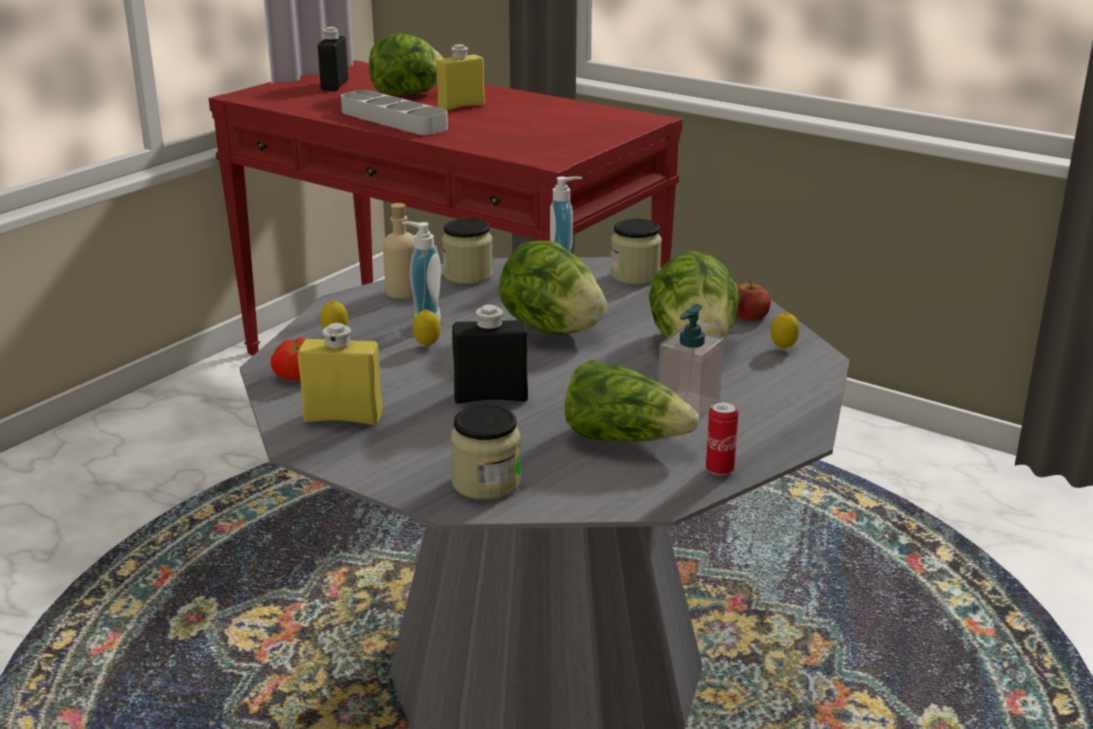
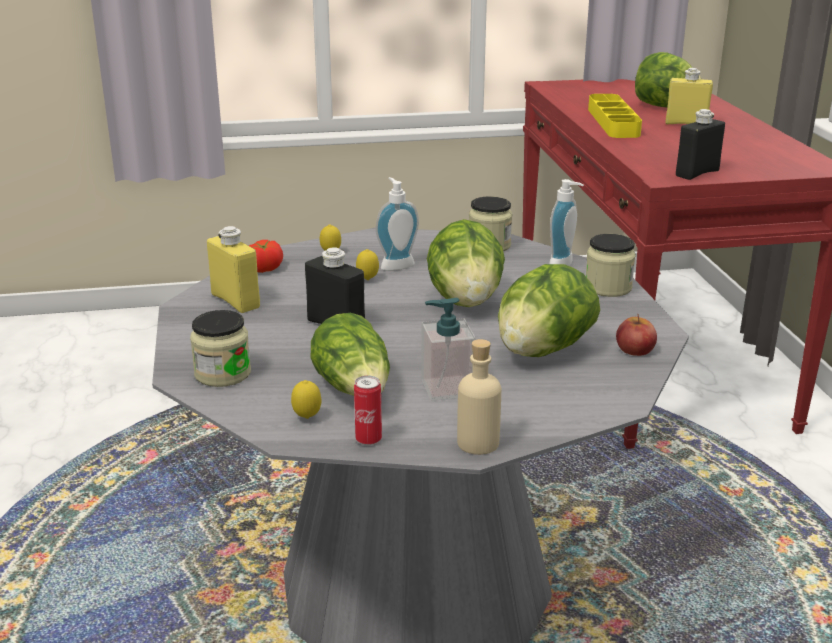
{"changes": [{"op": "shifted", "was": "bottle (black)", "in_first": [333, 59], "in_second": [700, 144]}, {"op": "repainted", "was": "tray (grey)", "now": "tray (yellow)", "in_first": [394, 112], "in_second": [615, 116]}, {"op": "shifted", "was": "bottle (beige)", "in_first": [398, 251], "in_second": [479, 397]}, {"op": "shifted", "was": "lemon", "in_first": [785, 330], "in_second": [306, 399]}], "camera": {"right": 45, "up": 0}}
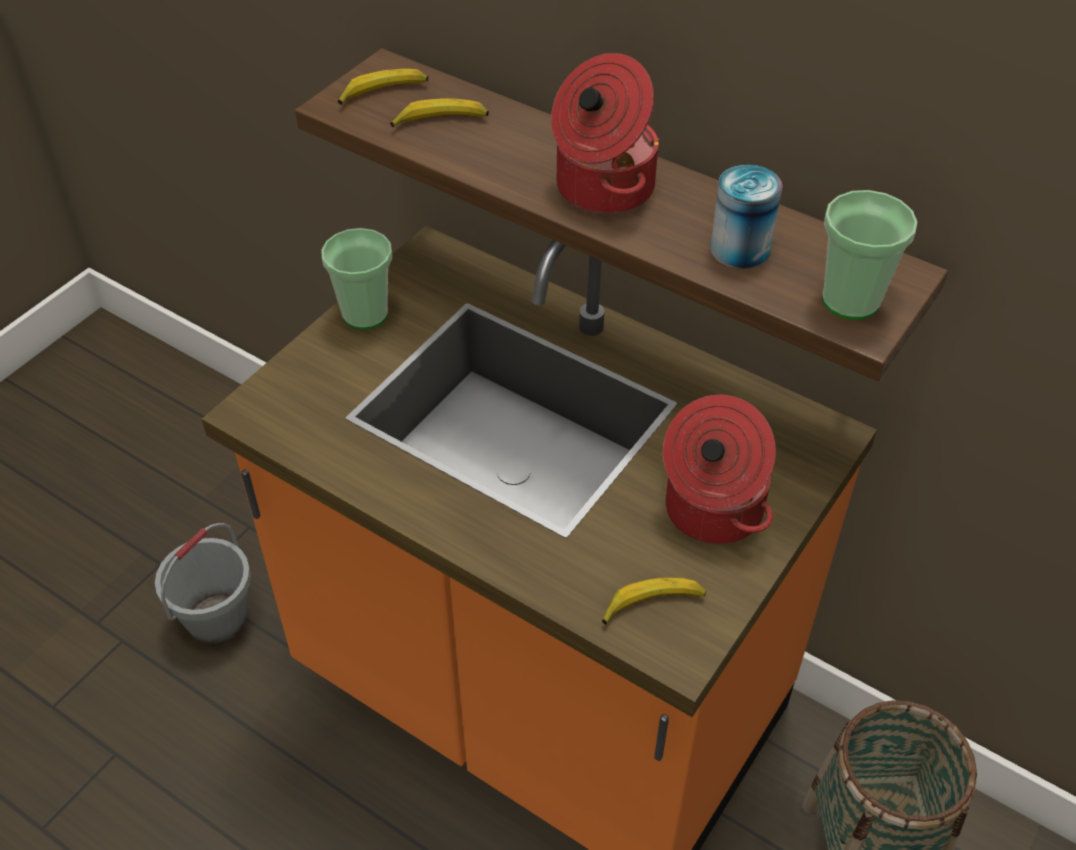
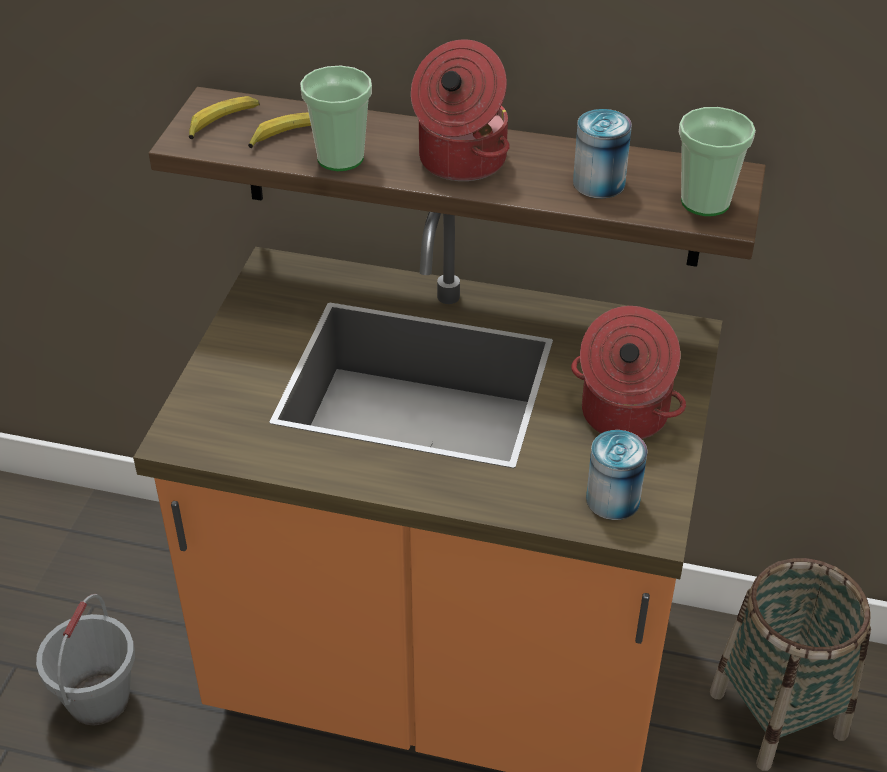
{"changes": [{"op": "shifted", "was": "cup", "in_first": [356, 279], "in_second": [336, 118]}, {"op": "swapped", "was": "banana", "now": "can", "in_first": [654, 601], "in_second": [617, 475]}], "camera": {"right": -20, "up": -5}}
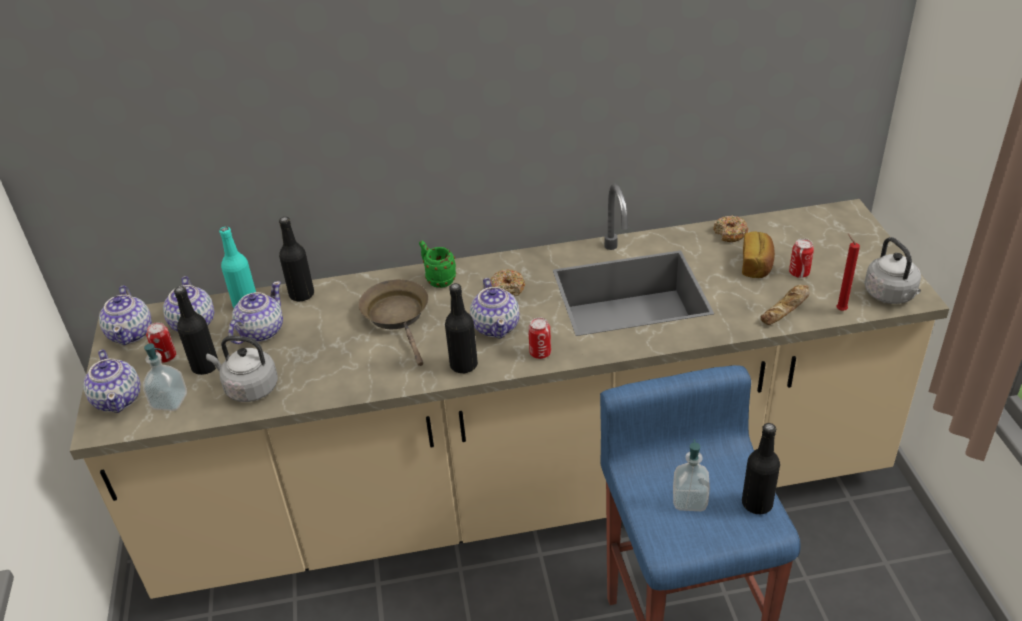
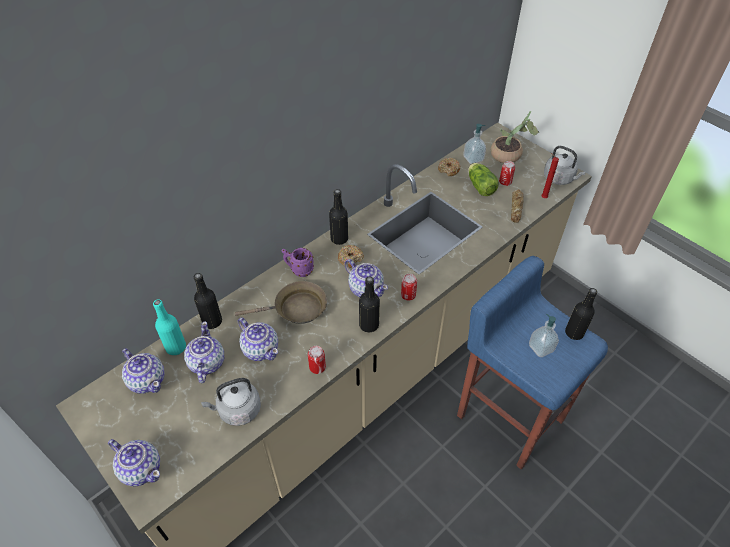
{"changes": [{"op": "shifted", "was": "teapot", "in_first": [125, 315], "in_second": [258, 339]}, {"op": "shifted", "was": "soap dispenser", "in_first": [165, 377], "in_second": [475, 144]}, {"op": "shifted", "was": "can", "in_first": [161, 342], "in_second": [317, 360]}, {"op": "shifted", "was": "bottle (black)", "in_first": [196, 330], "in_second": [338, 217]}, {"op": "rotated", "was": "frying pan (brown)", "in_first": [394, 322], "in_second": [281, 302], "clockwise": 135}, {"op": "repainted", "was": "mug (green)", "now": "mug (purple)", "in_first": [437, 264], "in_second": [298, 262]}, {"op": "swapped", "was": "bread", "now": "lettuce", "in_first": [758, 254], "in_second": [483, 179]}, {"op": "new", "now": "potted plant", "in_second": [515, 137]}], "camera": {"right": -35, "up": 10}}
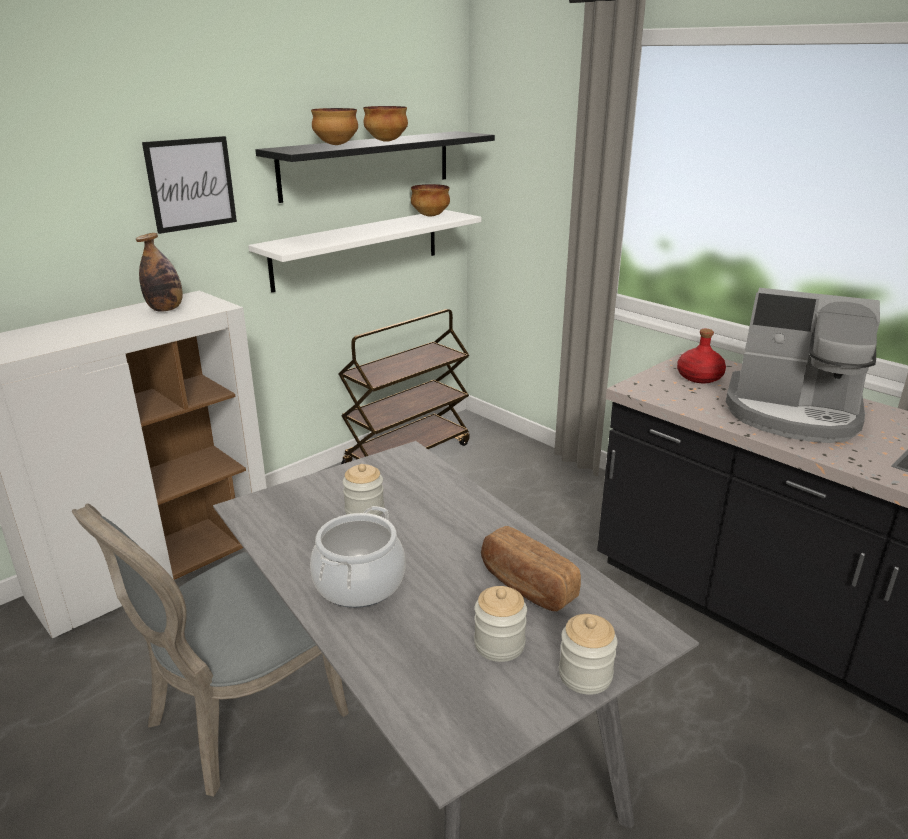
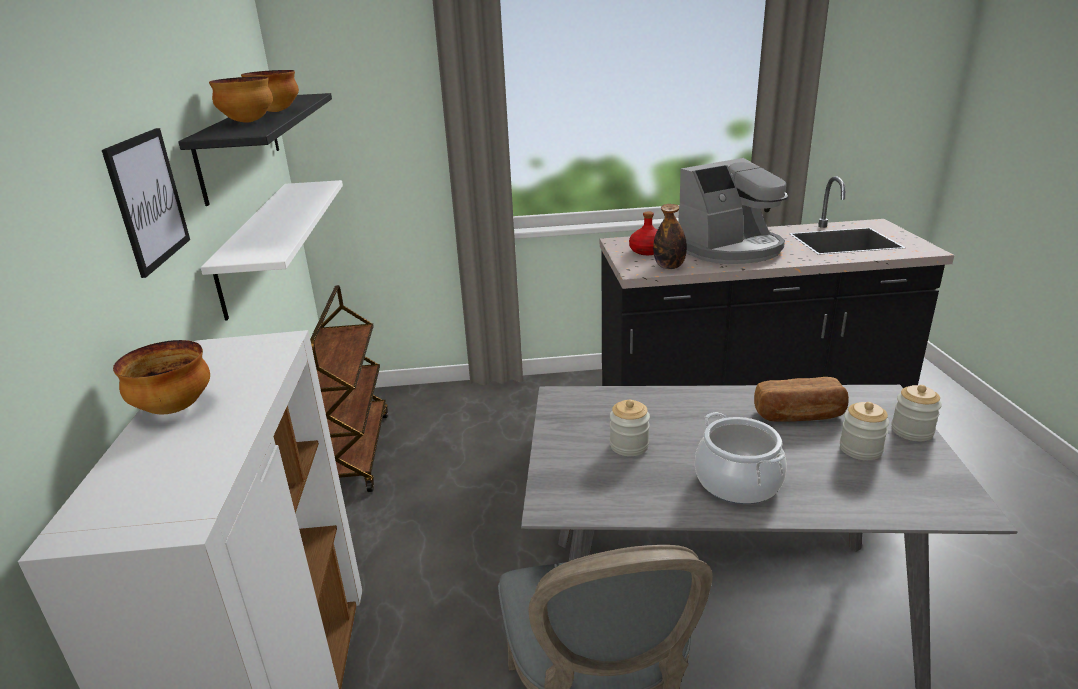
{"changes": [{"op": "shifted", "was": "bottle", "in_first": [159, 272], "in_second": [670, 236]}, {"op": "shifted", "was": "bowl", "in_first": [430, 200], "in_second": [161, 377]}], "camera": {"right": -50, "up": 0}}
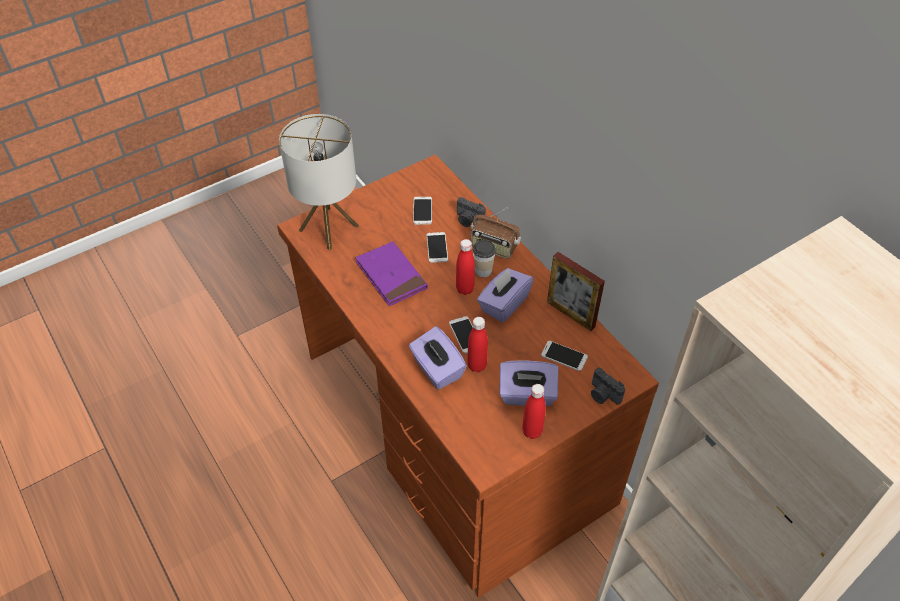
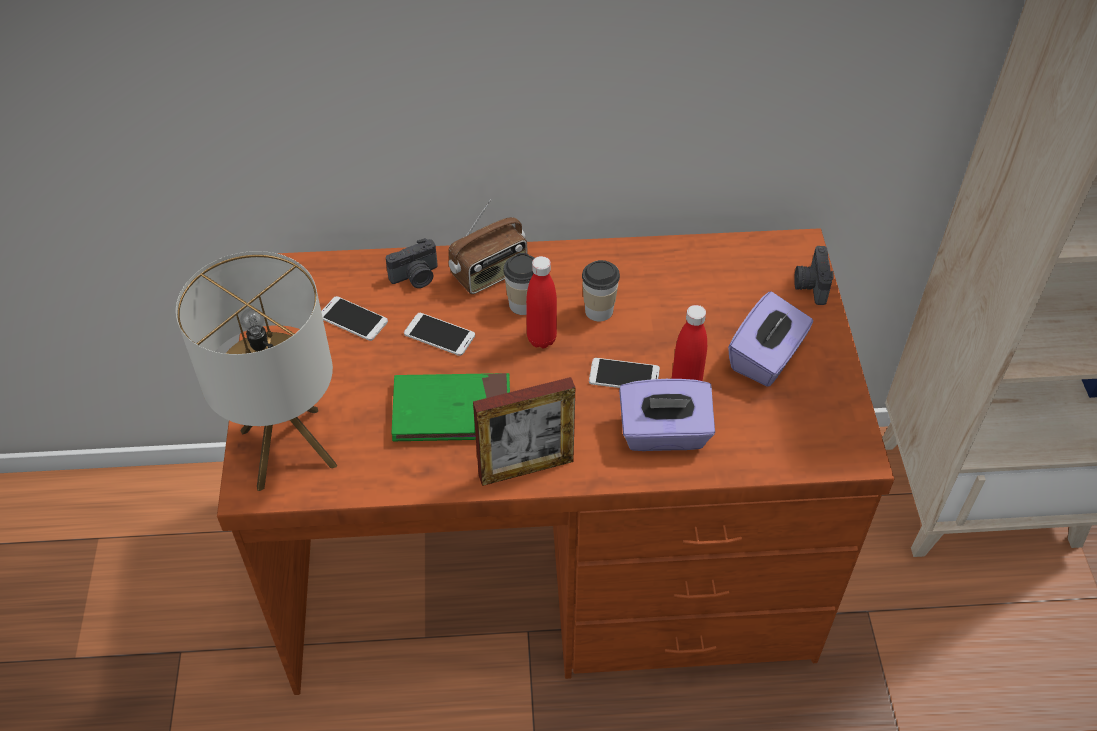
{"changes": [{"op": "repainted", "was": "book (purple)", "now": "book (green)", "in_first": [392, 274], "in_second": [451, 407]}, {"op": "swapped", "was": "tissue box (purple)", "now": "cup", "in_first": [505, 295], "in_second": [601, 290]}, {"op": "gone", "was": "bottle (red)", "in_first": [534, 411]}, {"op": "gone", "was": "phone", "in_first": [564, 356]}, {"op": "shifted", "was": "picture frame", "in_first": [576, 291], "in_second": [524, 431]}, {"op": "rotated", "was": "photo camera", "in_first": [608, 386], "in_second": [814, 275], "clockwise": 105}], "camera": {"right": -60, "up": 0}}
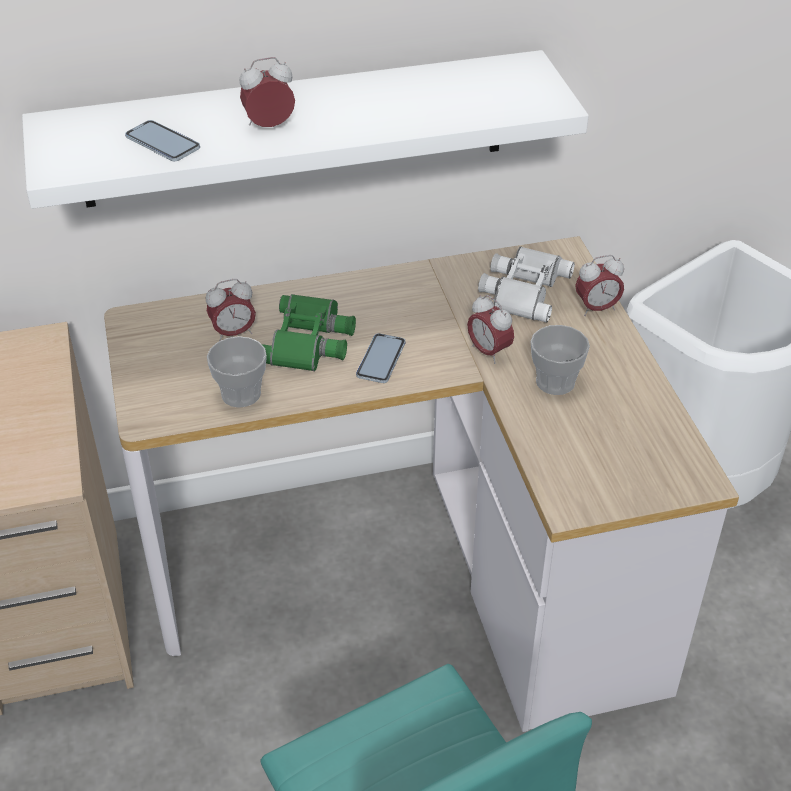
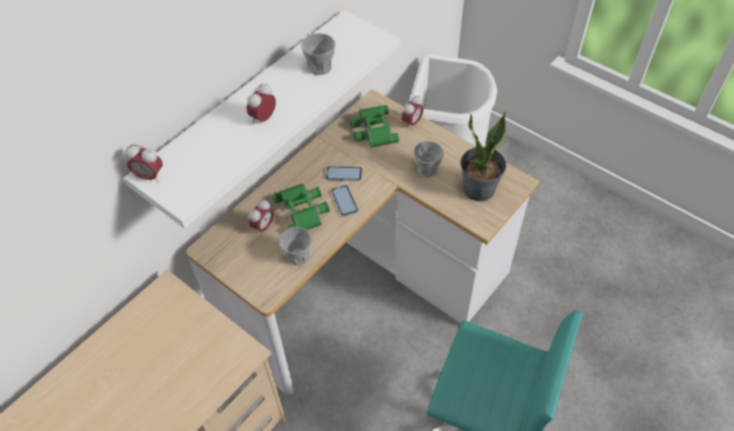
{"changes": [{"op": "shifted", "was": "phone", "in_first": [162, 140], "in_second": [344, 173]}, {"op": "shifted", "was": "alarm clock", "in_first": [490, 329], "in_second": [144, 163]}, {"op": "repainted", "was": "binoculars (white)", "now": "binoculars (green)", "in_first": [526, 284], "in_second": [374, 126]}, {"op": "new", "now": "cup", "in_second": [318, 54]}, {"op": "new", "now": "potted plant", "in_second": [483, 156]}], "camera": {"right": -35, "up": 10}}
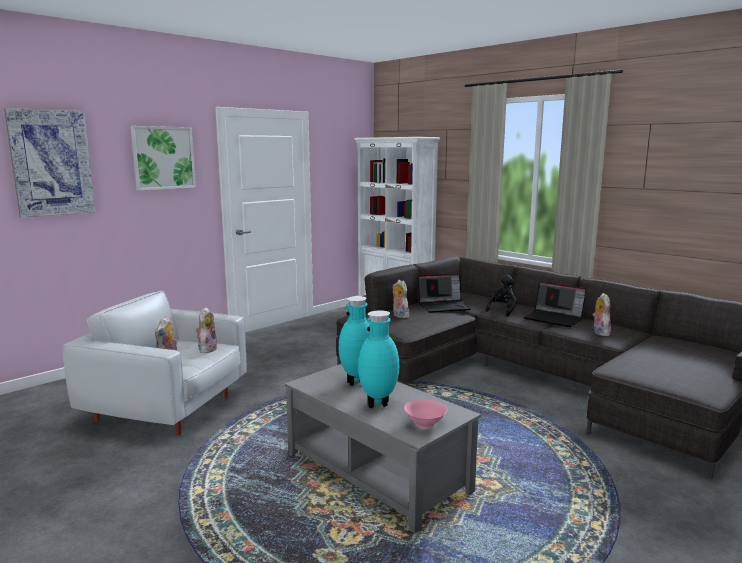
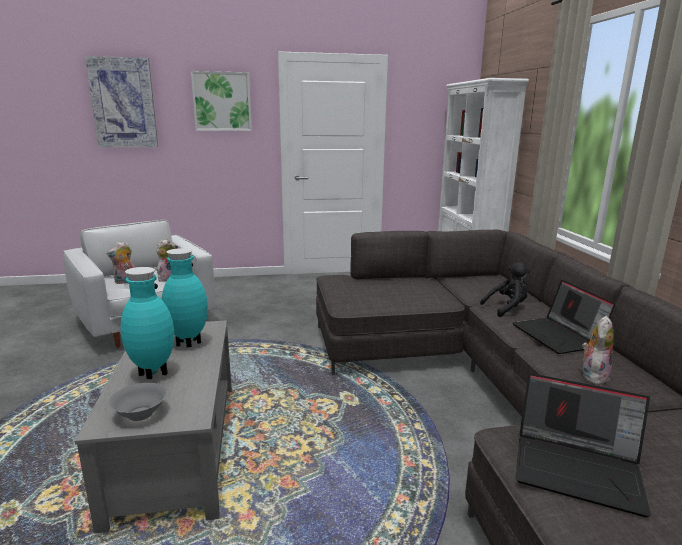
{"changes": [{"op": "gone", "was": "plush toy", "in_first": [400, 299]}, {"op": "repainted", "was": "bowl (pink)", "now": "bowl (grey)", "in_first": [425, 413], "in_second": [138, 402]}, {"op": "shifted", "was": "laptop", "in_first": [445, 293], "in_second": [583, 445]}], "camera": {"right": 35, "up": 5}}
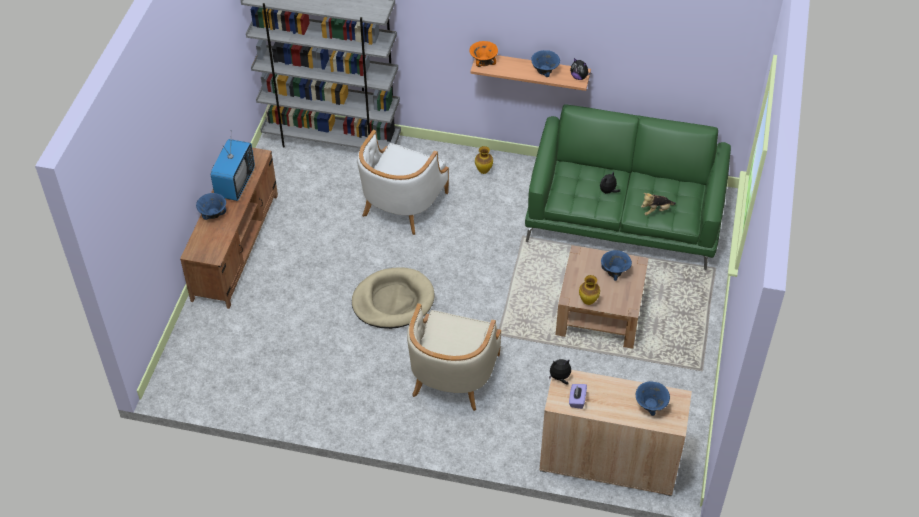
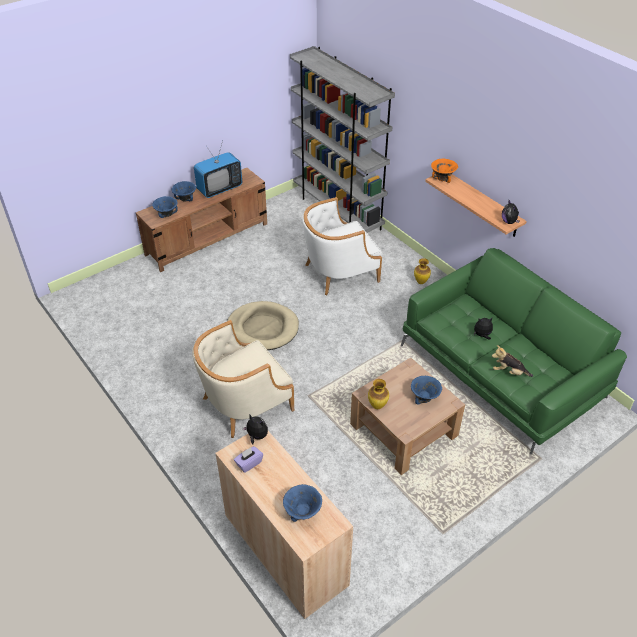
{"changes": [{"op": "shifted", "was": "bowl (blue)", "in_first": [545, 63], "in_second": [165, 207]}], "camera": {"right": 40, "up": -5}}
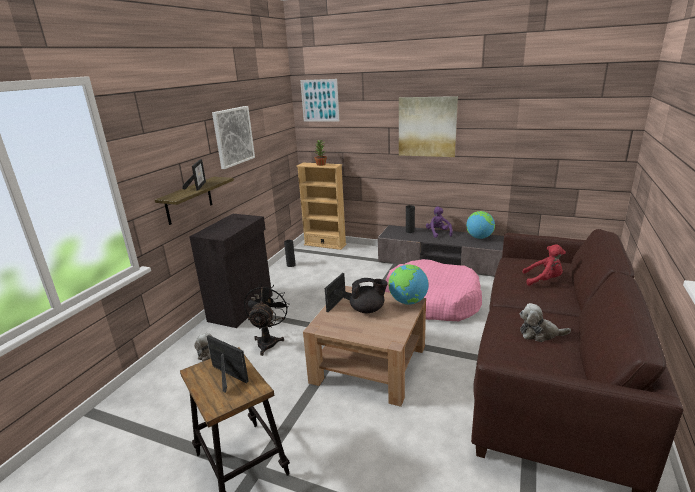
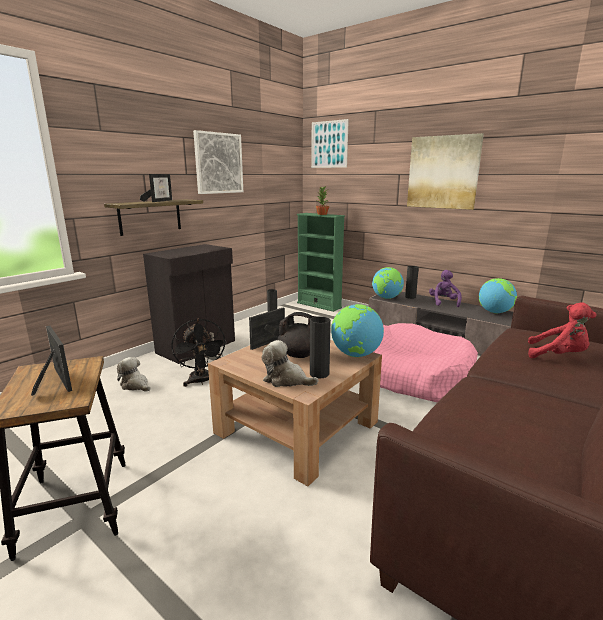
{"changes": [{"op": "rotated", "was": "fan (black)", "in_first": [266, 320], "in_second": [199, 353], "clockwise": 135}, {"op": "repainted", "was": "bookcase (beige)", "now": "bookcase (green)", "in_first": [321, 206], "in_second": [321, 262]}, {"op": "shifted", "was": "plush toy", "in_first": [545, 322], "in_second": [290, 363]}, {"op": "new", "now": "vase (black)", "in_second": [320, 347]}, {"op": "new", "now": "globe", "in_second": [388, 283]}], "camera": {"right": 15, "up": -5}}
